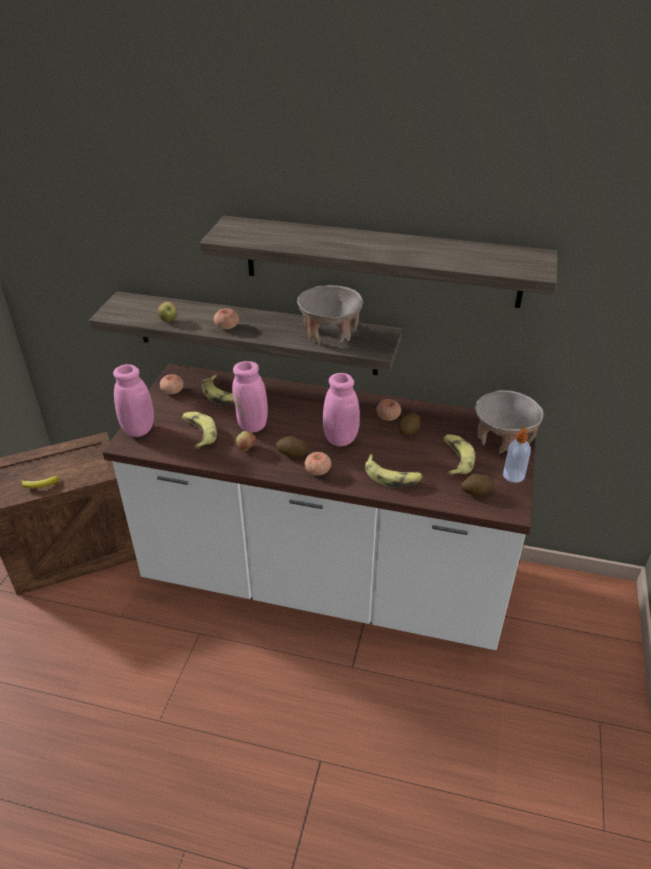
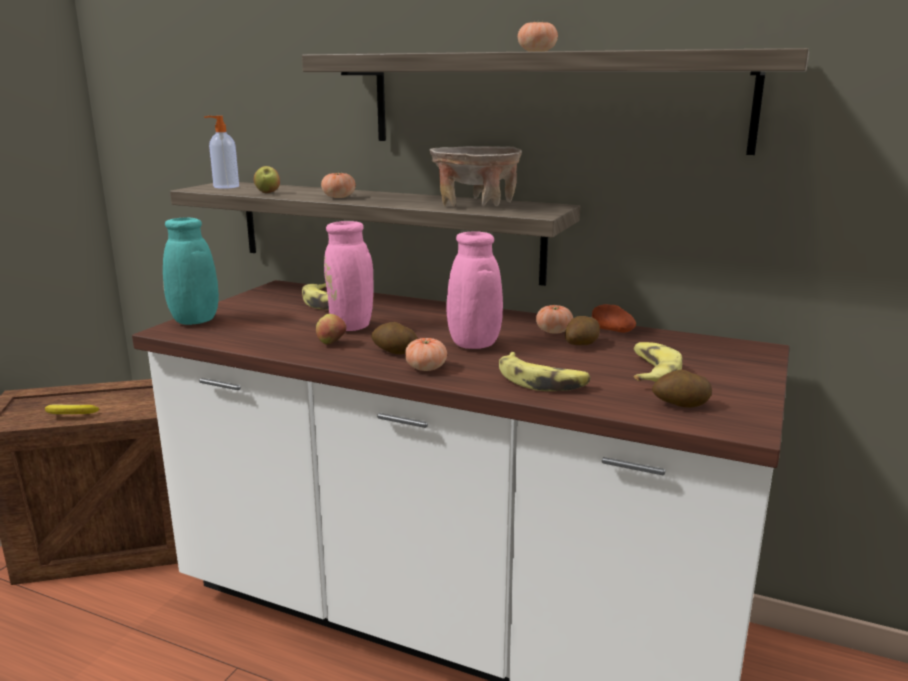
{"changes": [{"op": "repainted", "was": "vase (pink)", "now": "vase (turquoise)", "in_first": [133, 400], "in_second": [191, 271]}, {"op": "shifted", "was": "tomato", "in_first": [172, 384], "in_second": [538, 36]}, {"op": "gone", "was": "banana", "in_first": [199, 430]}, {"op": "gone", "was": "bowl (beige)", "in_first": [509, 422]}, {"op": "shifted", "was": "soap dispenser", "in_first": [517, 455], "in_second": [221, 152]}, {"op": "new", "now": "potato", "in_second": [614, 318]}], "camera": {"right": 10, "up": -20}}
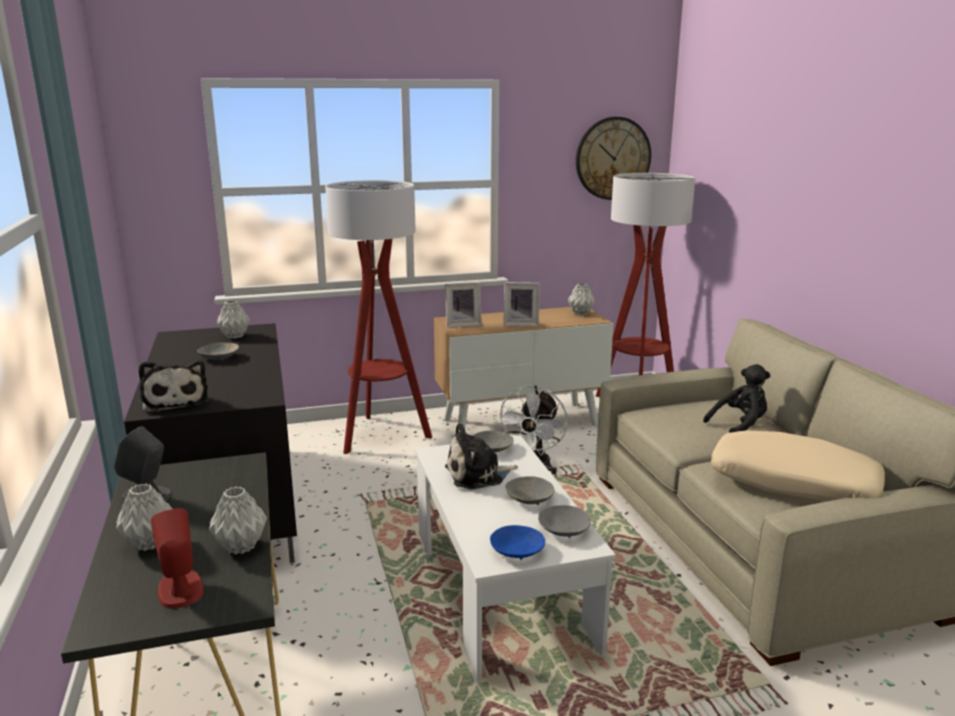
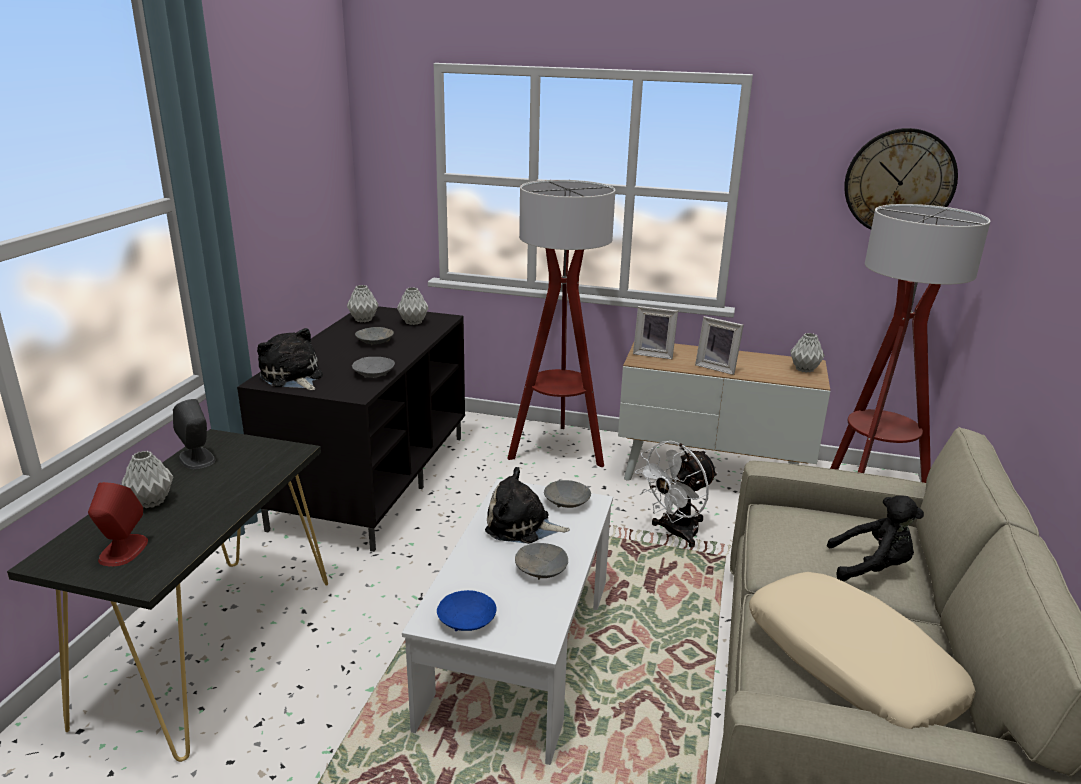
{"changes": [{"op": "rotated", "was": "plush toy", "in_first": [174, 387], "in_second": [290, 359], "clockwise": 135}, {"op": "shifted", "was": "vase (grey)", "in_first": [238, 520], "in_second": [363, 303]}, {"op": "shifted", "was": "bowl (grey)", "in_first": [564, 521], "in_second": [373, 367]}], "camera": {"right": 30, "up": 5}}
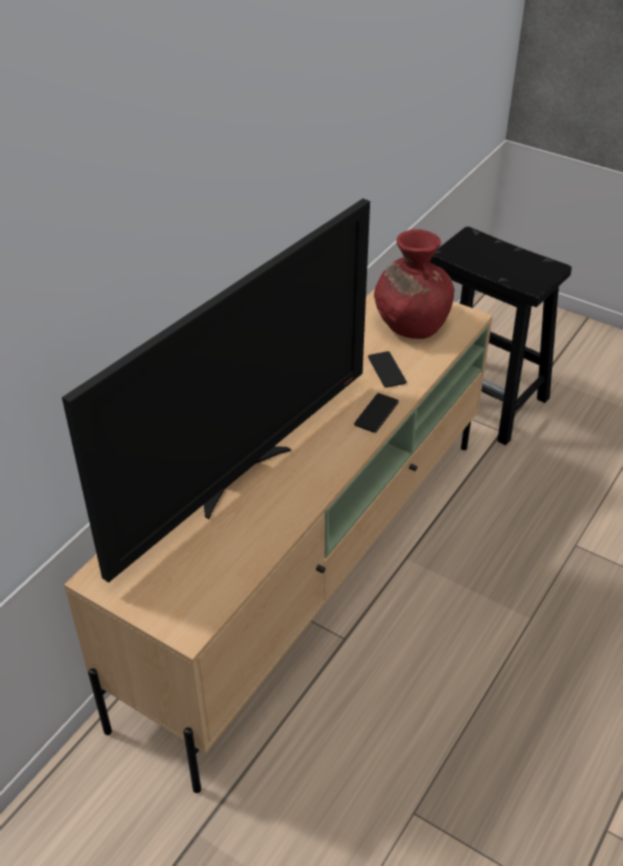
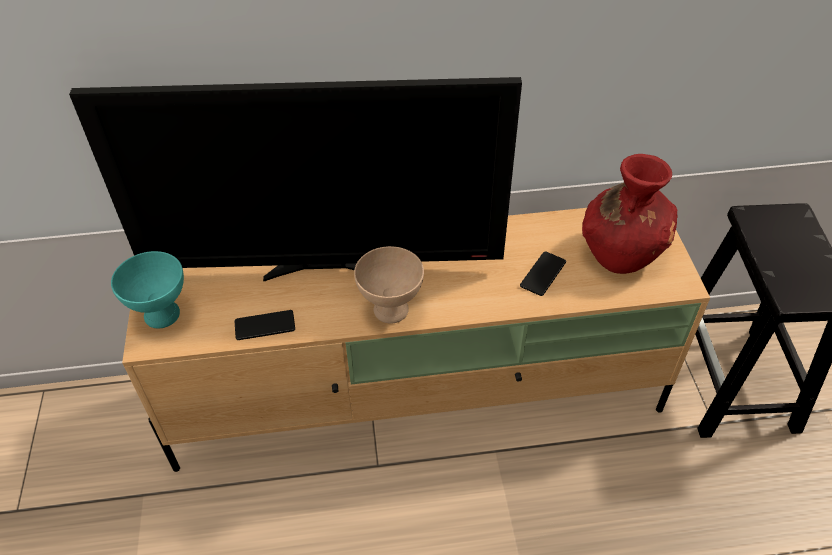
{"changes": [{"op": "shifted", "was": "phone", "in_first": [376, 413], "in_second": [265, 325]}, {"op": "new", "now": "bowl (turquoise)", "in_second": [147, 289]}, {"op": "new", "now": "bowl (beige)", "in_second": [389, 285]}], "camera": {"right": 50, "up": 5}}
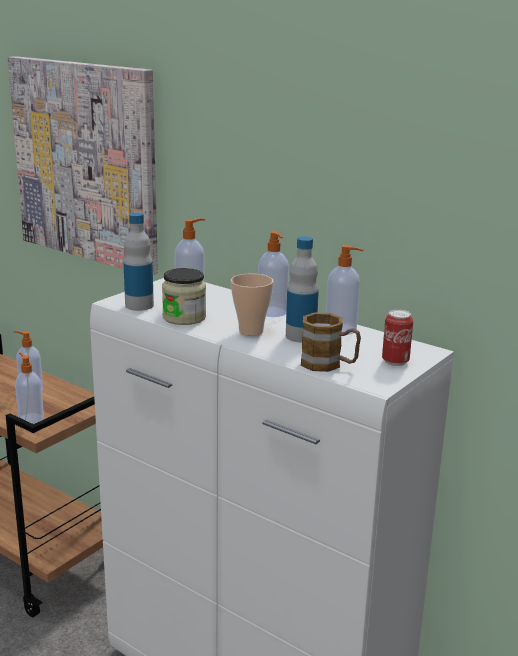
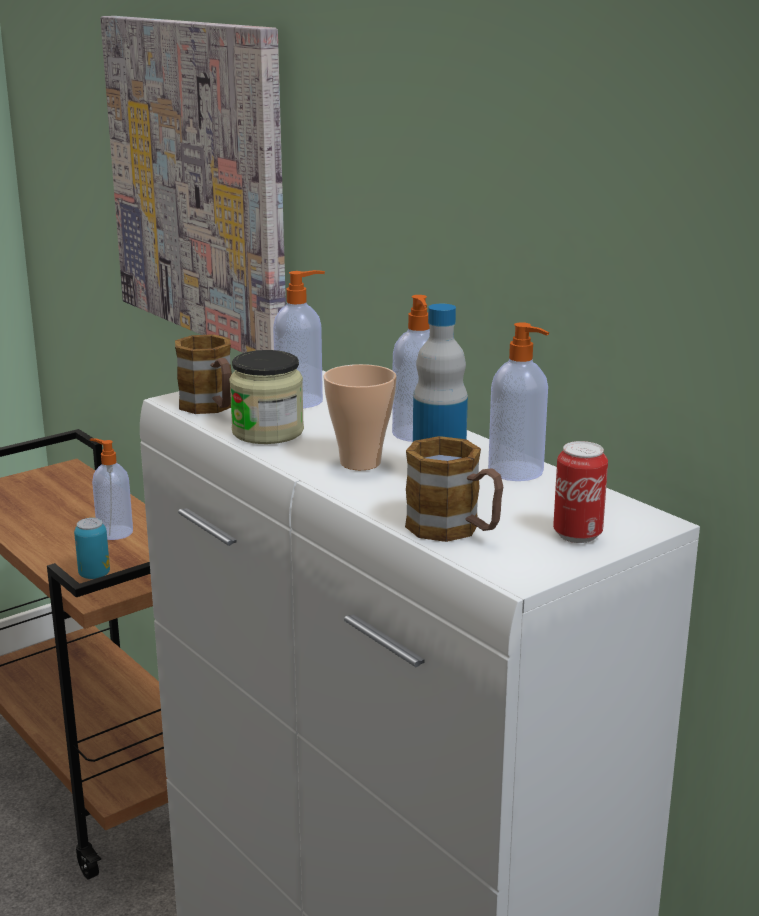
{"changes": [{"op": "swapped", "was": "soap dispenser", "now": "can", "in_first": [29, 388], "in_second": [92, 548]}, {"op": "swapped", "was": "bottle", "now": "mug", "in_first": [138, 261], "in_second": [203, 374]}], "camera": {"right": 15, "up": 0}}
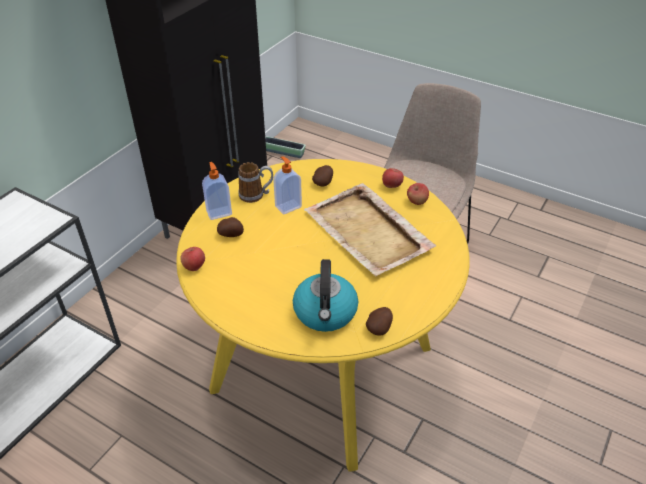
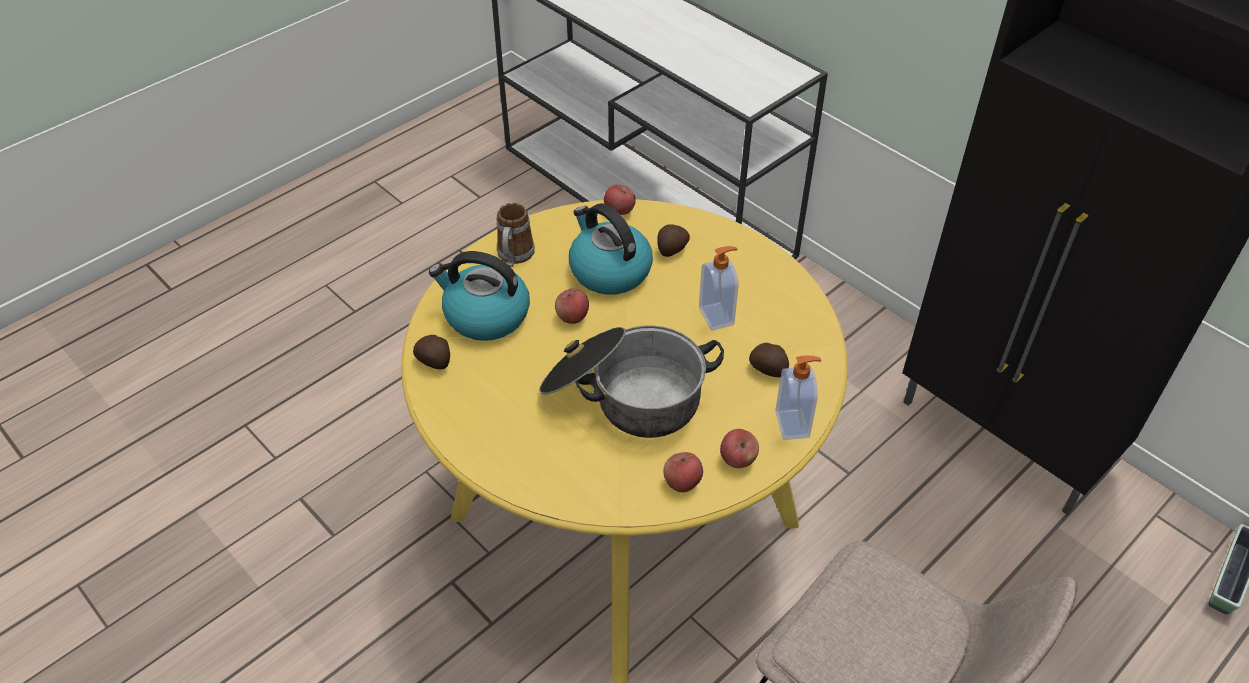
{"changes": [{"op": "shifted", "was": "soap dispenser", "in_first": [217, 191], "in_second": [798, 398]}, {"op": "shifted", "was": "mug", "in_first": [255, 182], "in_second": [516, 235]}, {"op": "swapped", "was": "tray (beige)", "now": "cooking pot", "in_first": [370, 229], "in_second": [631, 381]}, {"op": "new", "now": "apple", "in_second": [572, 306]}, {"op": "new", "now": "kettle", "in_second": [611, 249]}], "camera": {"right": 105, "up": 5}}
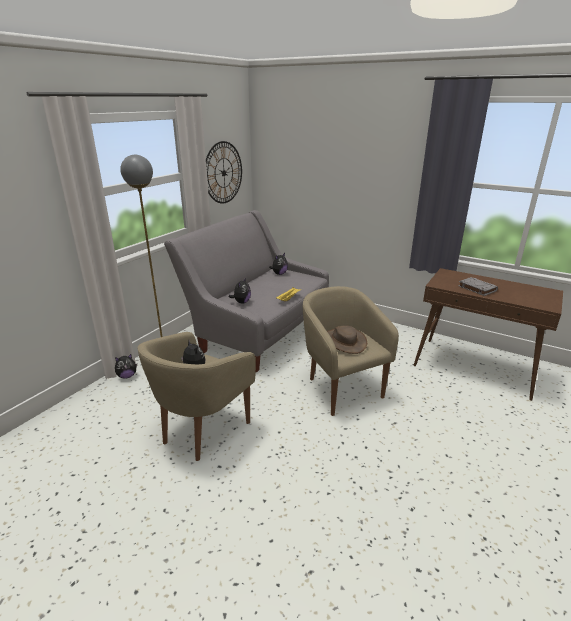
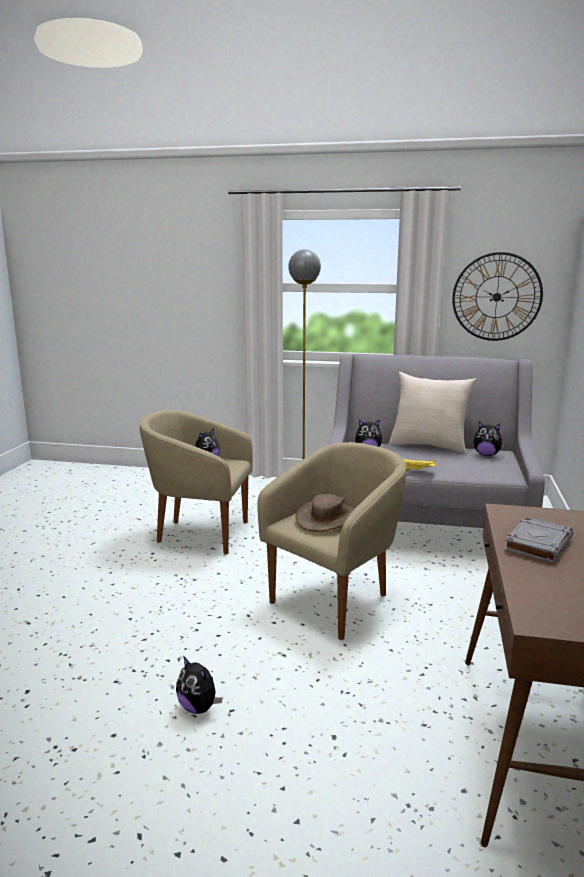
{"changes": [{"op": "shifted", "was": "plush toy", "in_first": [126, 366], "in_second": [199, 685]}, {"op": "new", "now": "pillow (beige)", "in_second": [432, 413]}], "camera": {"right": 70, "up": -10}}
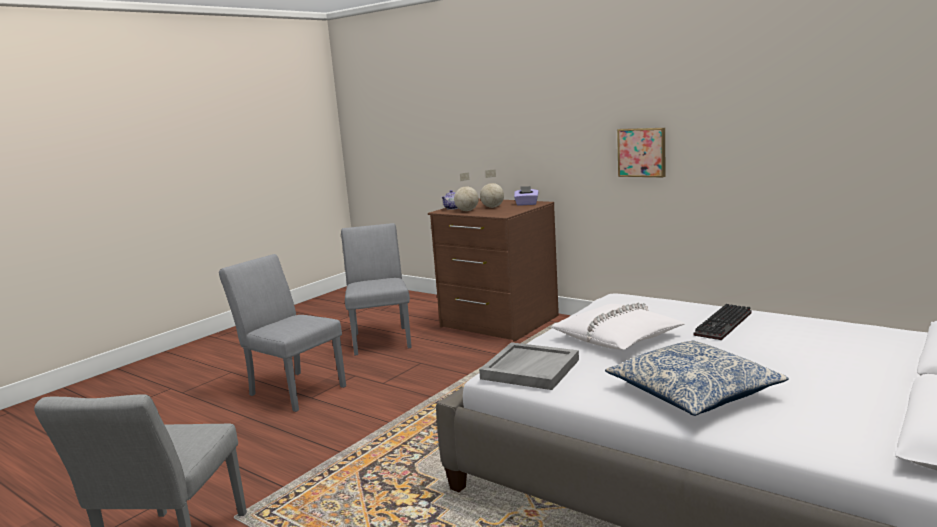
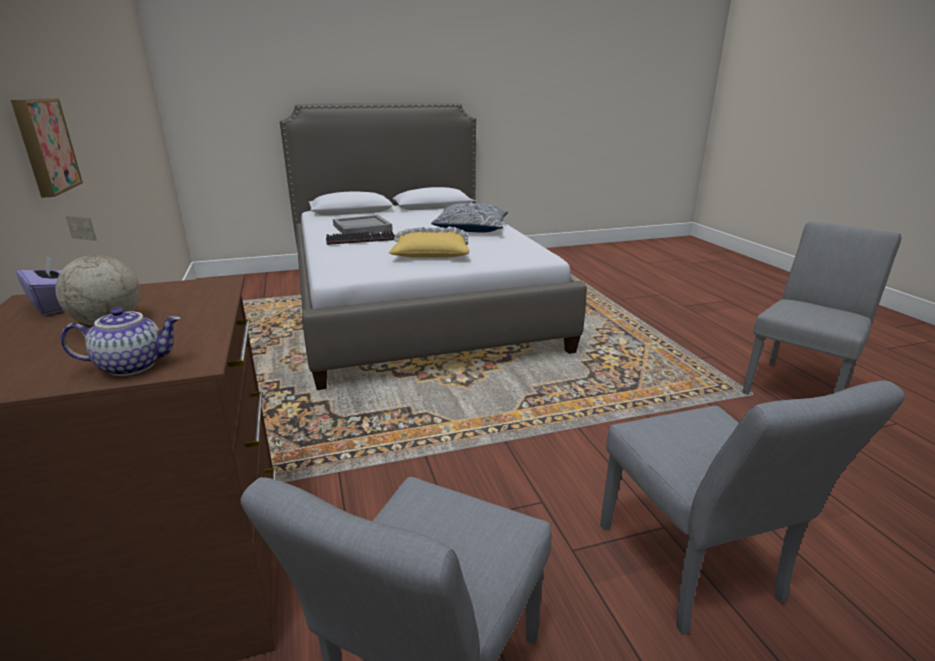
{"changes": [{"op": "gone", "was": "globe", "in_first": [466, 191]}, {"op": "shifted", "was": "tray (grey)", "in_first": [529, 366], "in_second": [363, 224]}, {"op": "repainted", "was": "pillow (white)", "now": "pillow (yellow)", "in_first": [618, 326], "in_second": [429, 242]}], "camera": {"right": -145, "up": 10}}
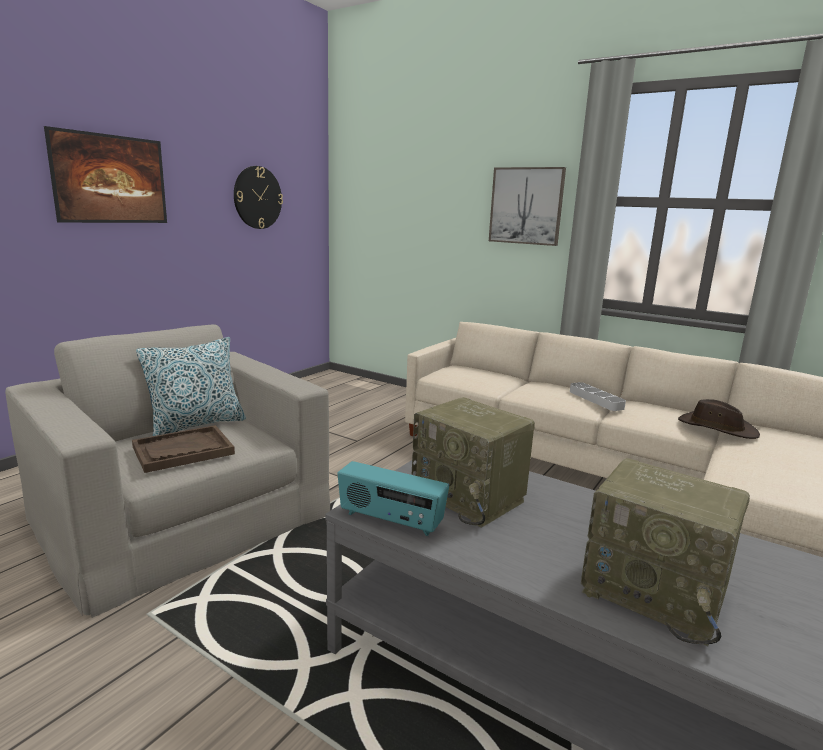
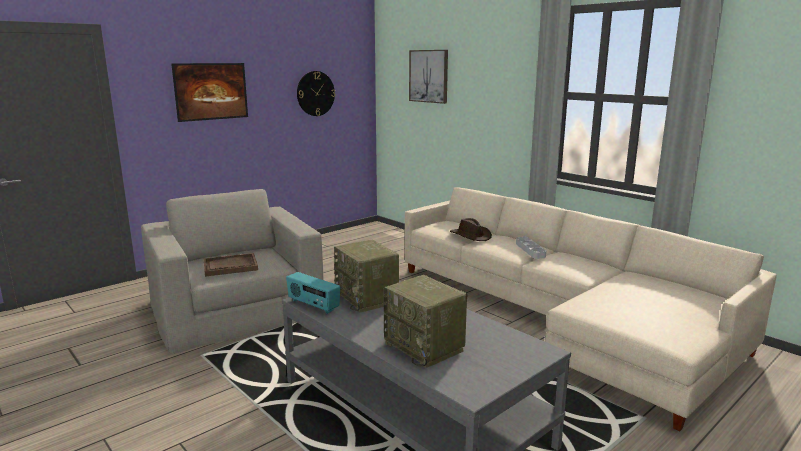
{"changes": [{"op": "gone", "was": "pillow", "in_first": [191, 386]}, {"op": "shifted", "was": "picture", "in_first": [527, 206], "in_second": [428, 77]}, {"op": "shifted", "was": "hat (brown)", "in_first": [719, 419], "in_second": [471, 229]}], "camera": {"right": 15, "up": 0}}
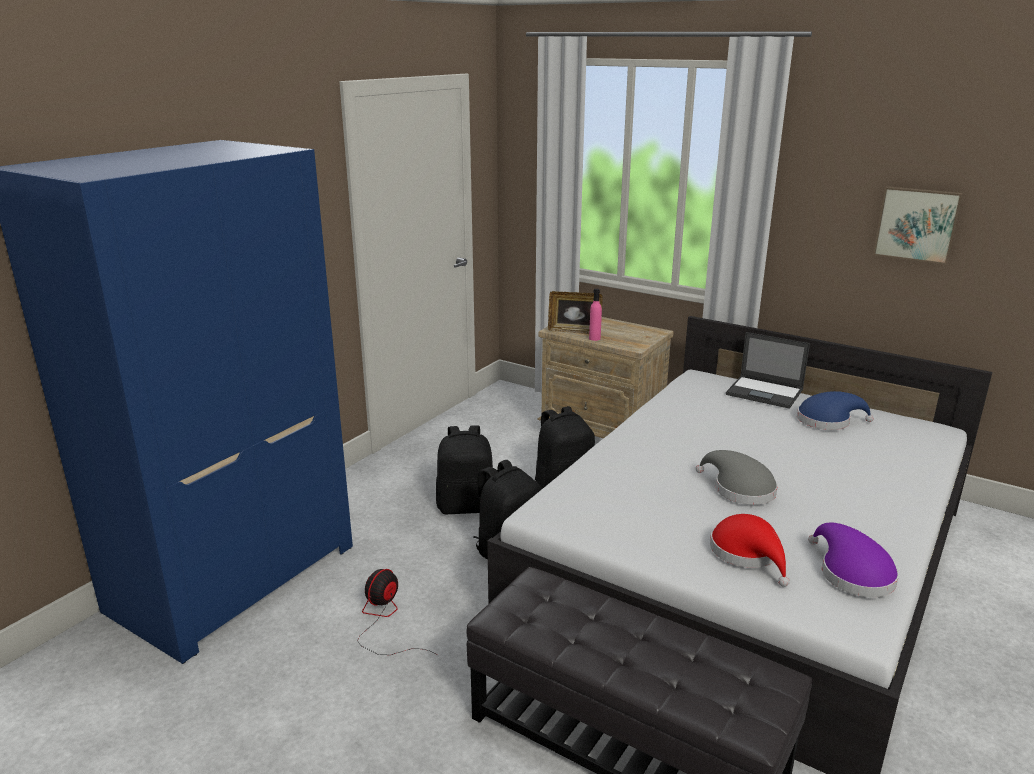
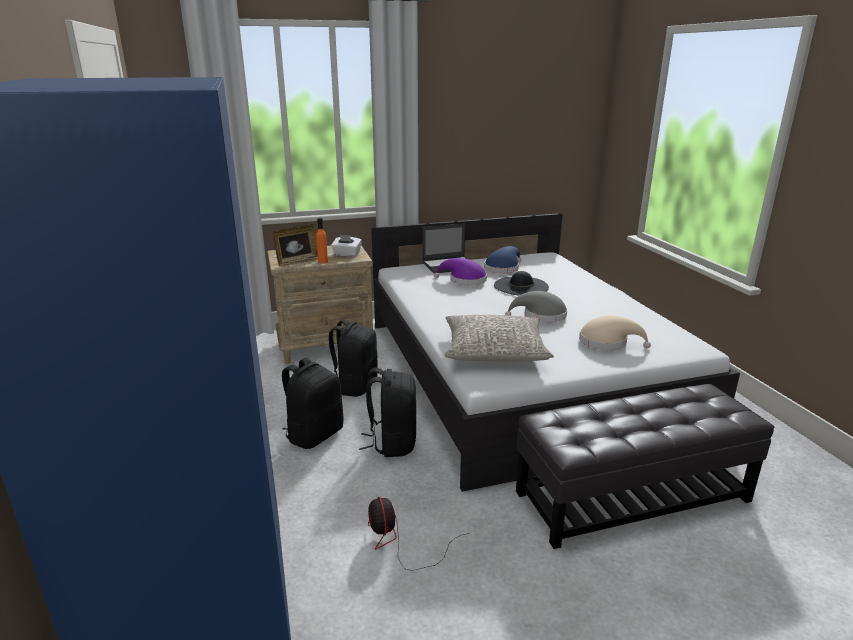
{"changes": [{"op": "repainted", "was": "bottle (pink)", "now": "bottle (orange)", "in_first": [595, 314], "in_second": [322, 241]}, {"op": "repainted", "was": "hat (red)", "now": "hat (beige)", "in_first": [750, 550], "in_second": [615, 333]}, {"op": "shifted", "was": "hat (purple)", "in_first": [853, 560], "in_second": [460, 271]}, {"op": "gone", "was": "picture", "in_first": [918, 225]}, {"op": "new", "now": "tissue box (white)", "in_second": [346, 245]}, {"op": "new", "now": "pillow (grey)", "in_second": [499, 338]}, {"op": "new", "now": "hat (black)", "in_second": [521, 283]}], "camera": {"right": -50, "up": 0}}
